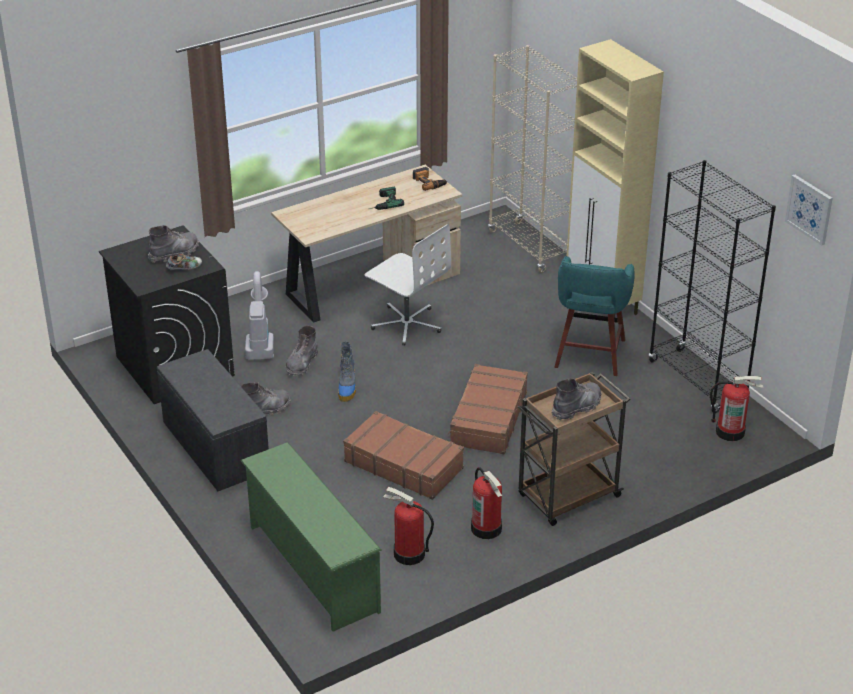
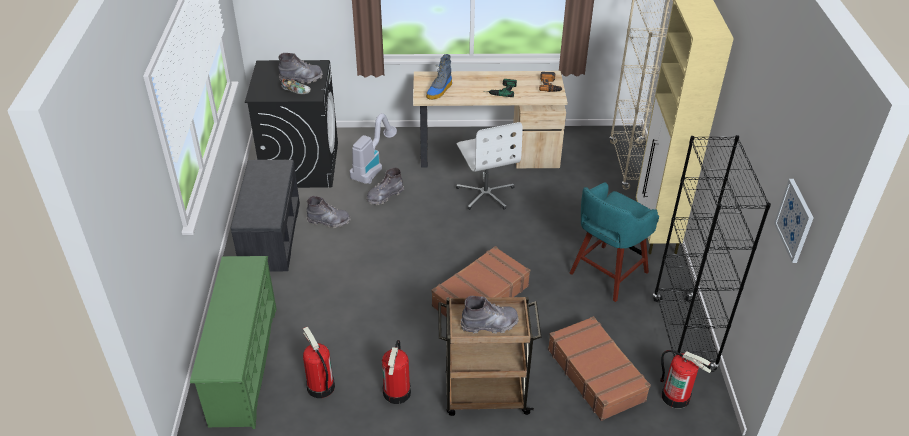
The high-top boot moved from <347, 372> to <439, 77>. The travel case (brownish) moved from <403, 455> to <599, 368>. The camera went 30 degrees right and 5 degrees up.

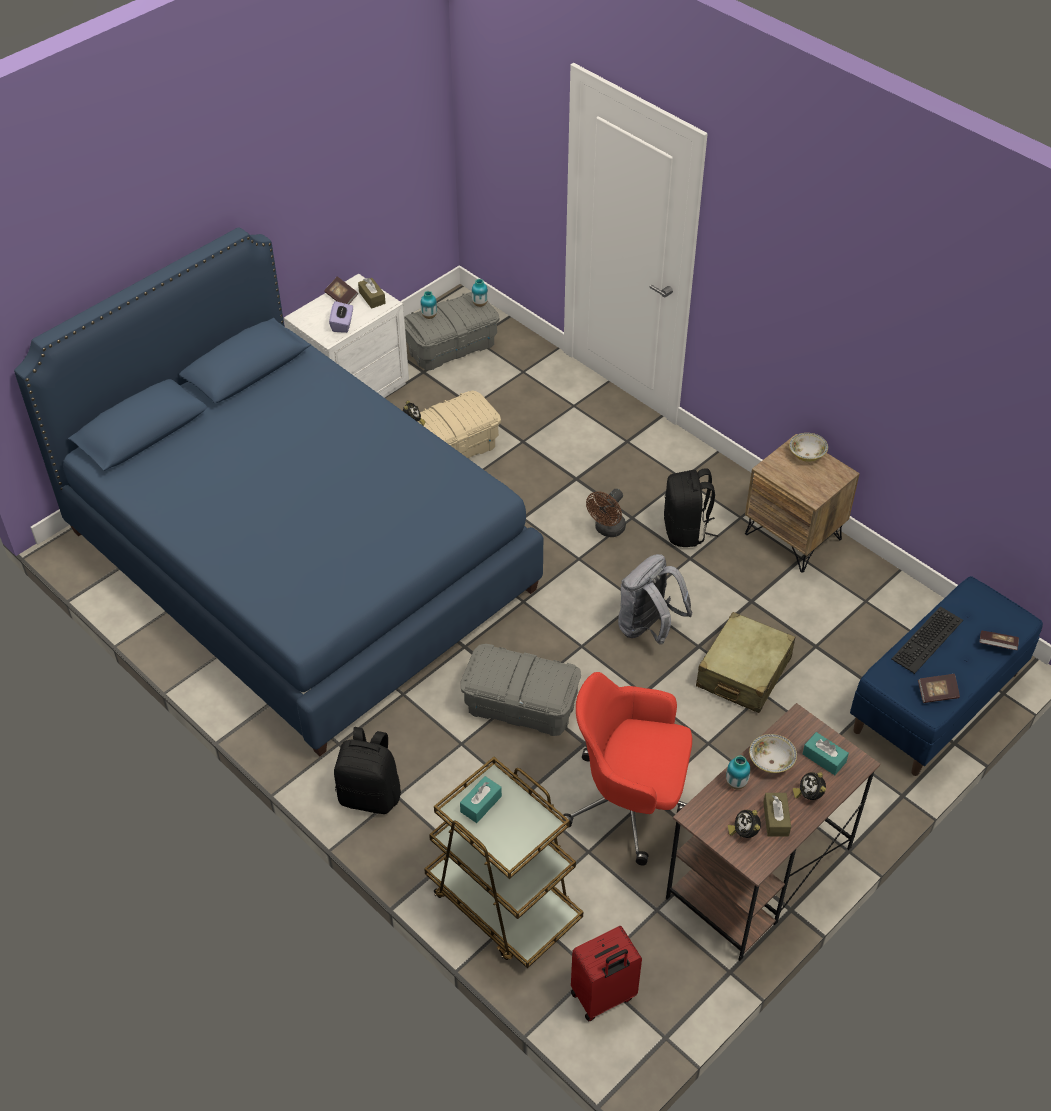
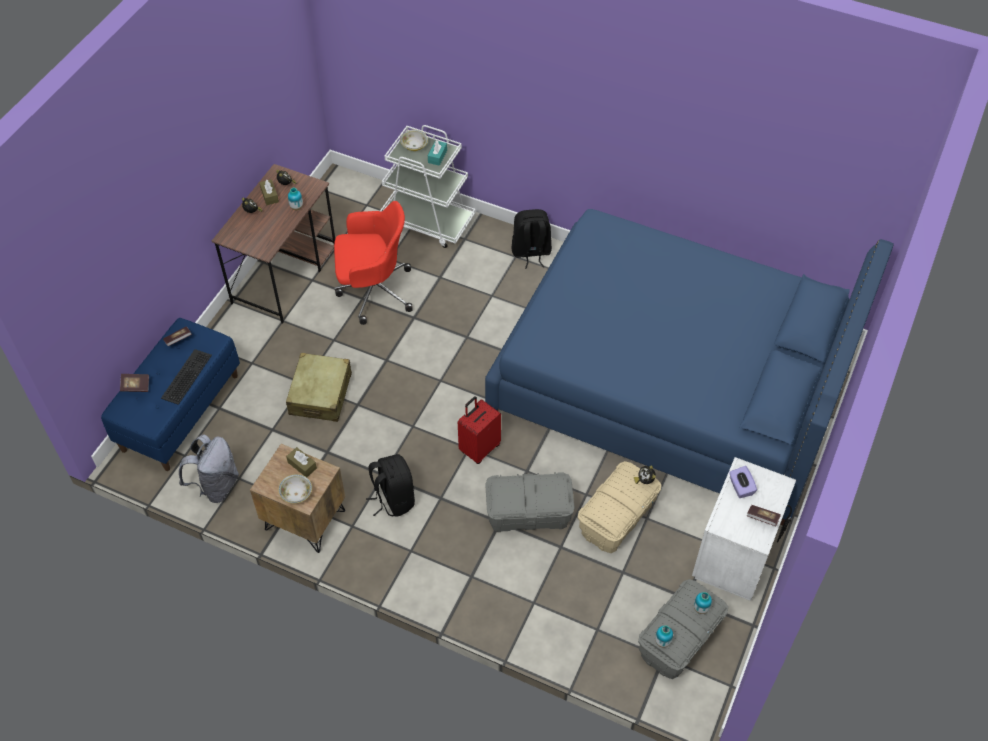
The box of tissues (brownish) moved from <372, 293> to <301, 462>. The fan (brownish) at <606, 513> disappeared. The backpack (grey) moved from <655, 599> to <209, 468>. The storage container (grey) moved from <521, 690> to <530, 502>. The box of tissues (blue-green) at <825, 753> disappeared. The bowl moved from <773, 753> to <414, 140>. The trolley (brownish) at <503, 863> became the trolley (white) at <428, 186>. The travel case (red-coloured) moved from <606, 973> to <479, 430>. The camera went 160 degrees right and 5 degrees up.

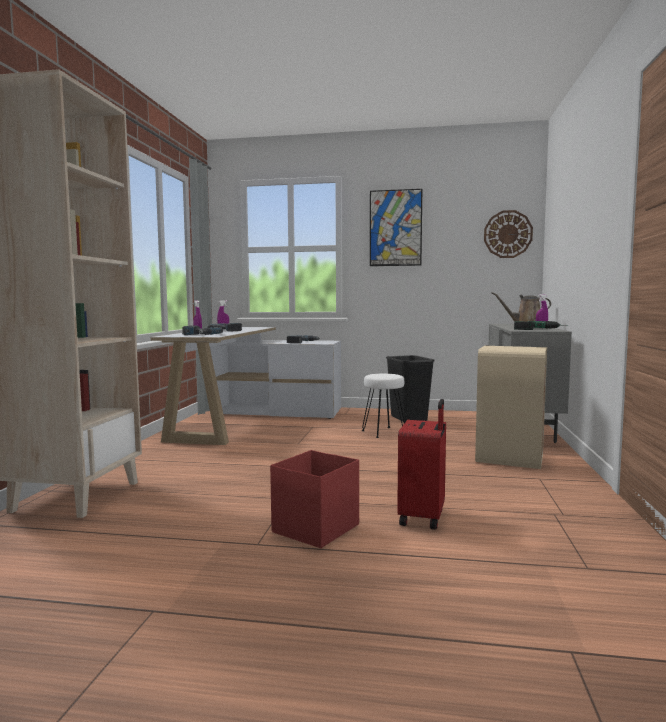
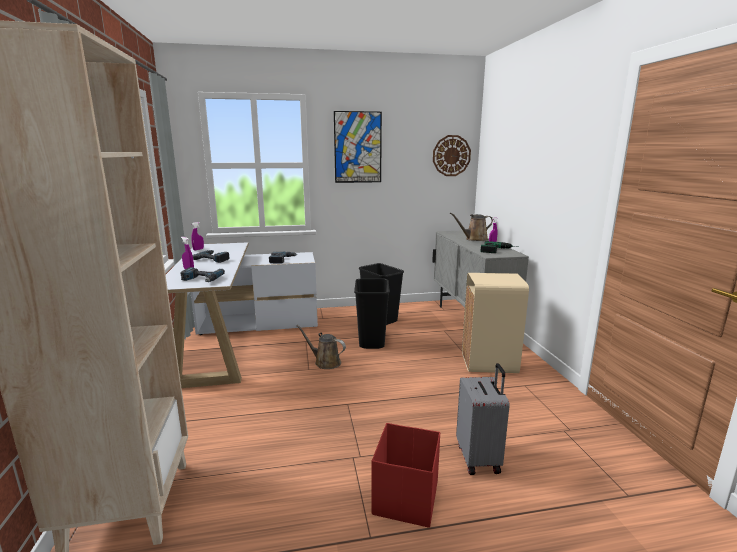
The sitting stool (white) at <383, 406> was replaced by the waste bin (black-coloured) at <372, 313>. The travel case (red-coloured) at <421, 464> became the travel case (grey) at <483, 419>. The watering can (brownish) at <321, 347> appeared. The camera went 20 degrees left and 10 degrees up.

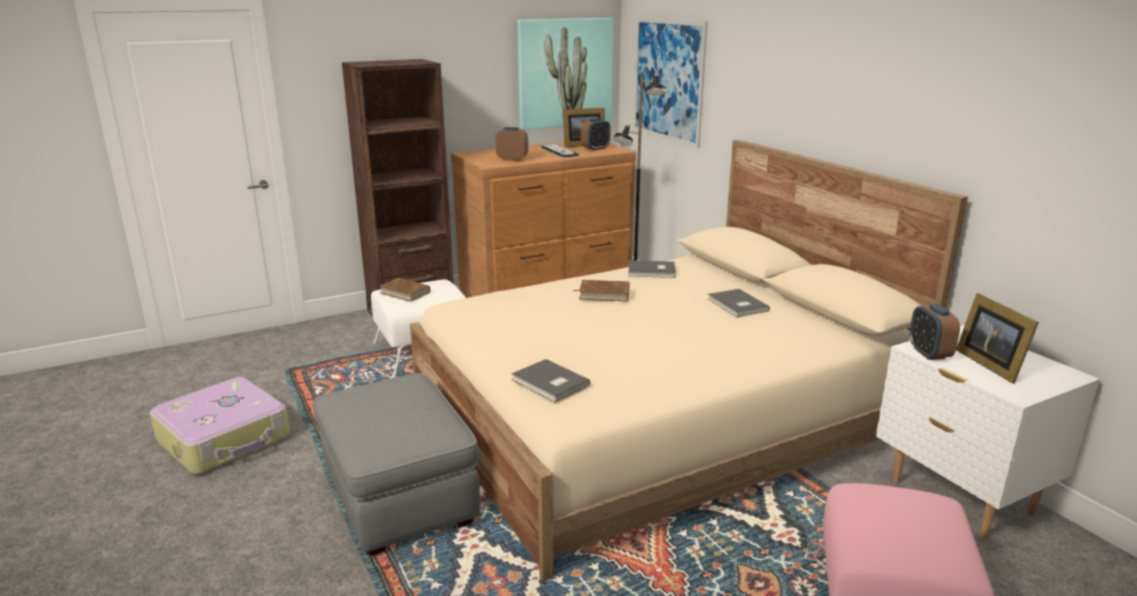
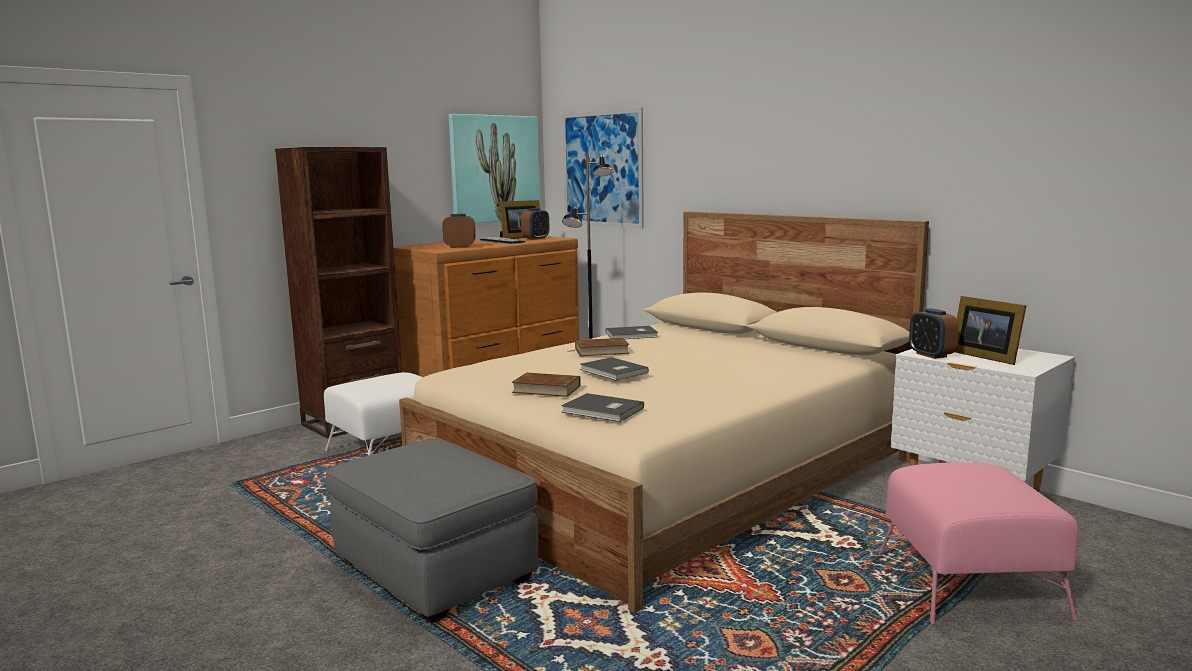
The book (brownish) moved from <405, 290> to <546, 384>. The book (grey) moved from <739, 303> to <614, 369>. The travel case at <220, 425> disappeared. The camera went 15 degrees left and 10 degrees down.

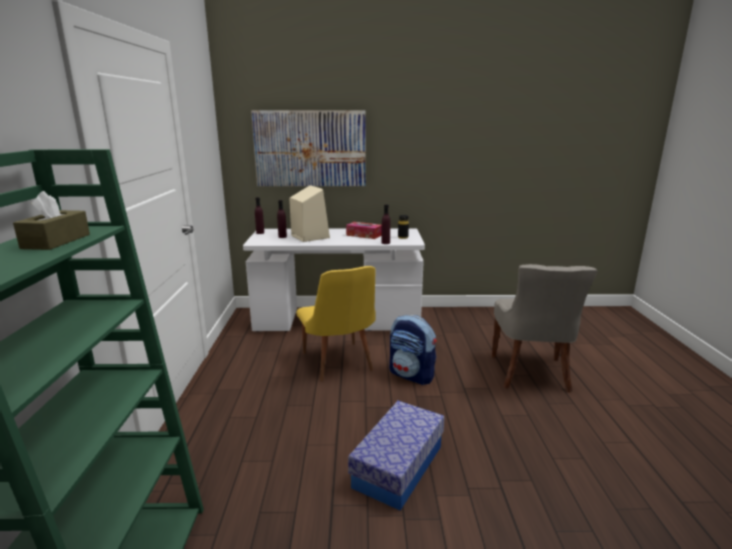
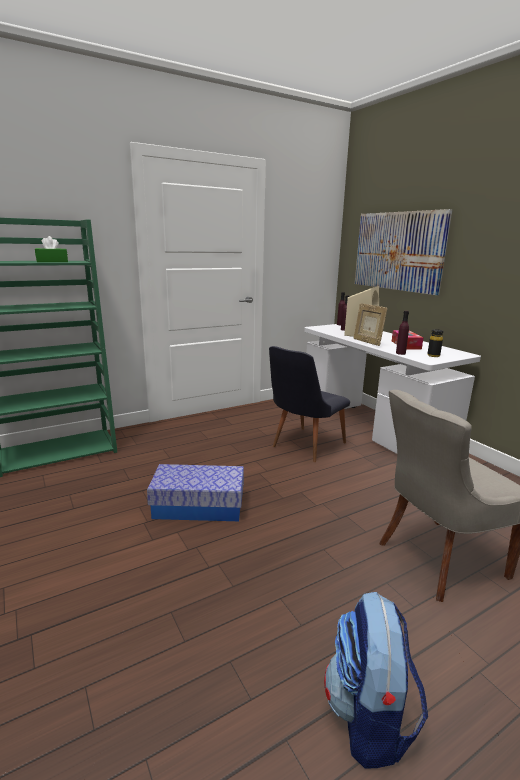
The box of tissues (brownish) at <51, 220> became the box of tissues (green-coloured) at <51, 249>. The upright chair (yellow-coloured) at <336, 323> became the upright chair (black-coloured) at <309, 404>. The backpack moved from <413, 350> to <376, 680>. The photo frame at <370, 324> appeared. The camera went 60 degrees right and 0 degrees up.

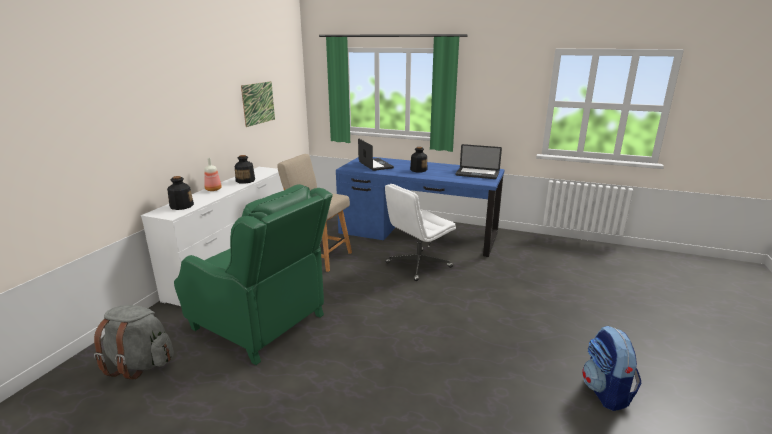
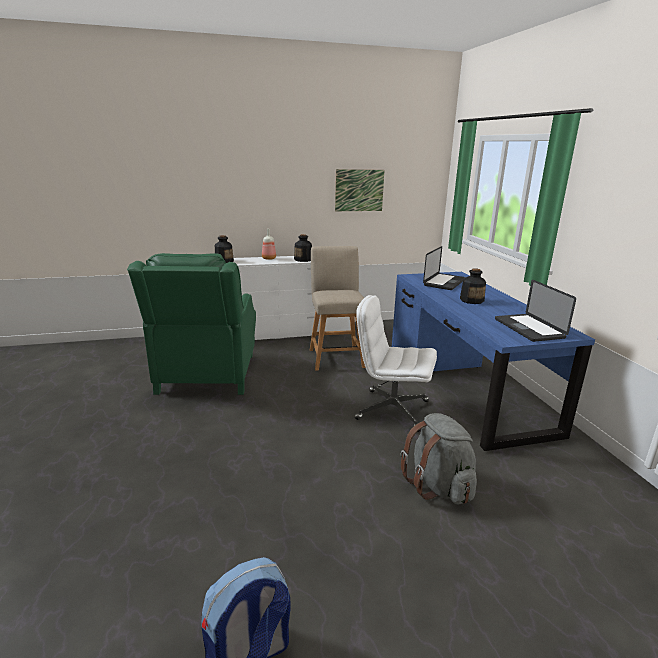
The backpack (grey) moved from <134, 342> to <439, 459>. The camera went 55 degrees right and 0 degrees up.

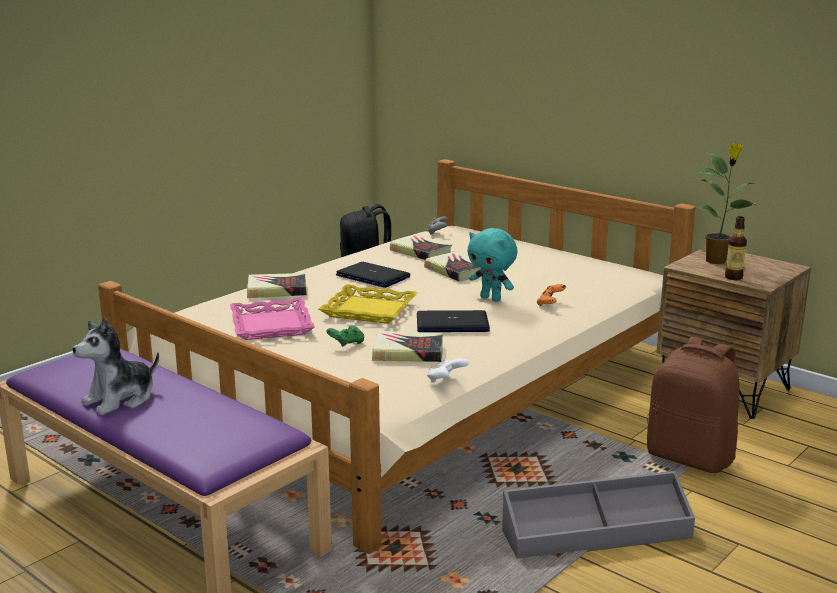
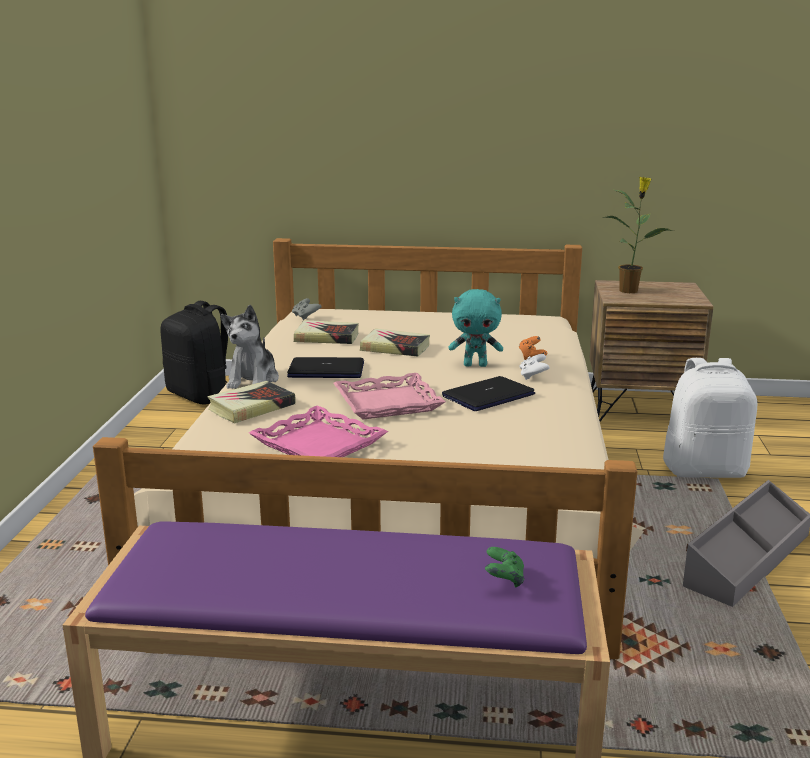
The drink bottle at <736, 248> disappeared. The serving tray (yellow-coloured) at <368, 304> became the serving tray (pinkish) at <389, 396>. The cuddly toy moved from <115, 366> to <250, 347>. The joypad (green-coloured) moved from <345, 336> to <504, 567>. The book at <407, 346> disappeared. The backpack (brownish) at <693, 405> became the backpack (white) at <710, 418>. The joypad (white) moved from <448, 370> to <534, 367>. The camera went 35 degrees left and 0 degrees up.

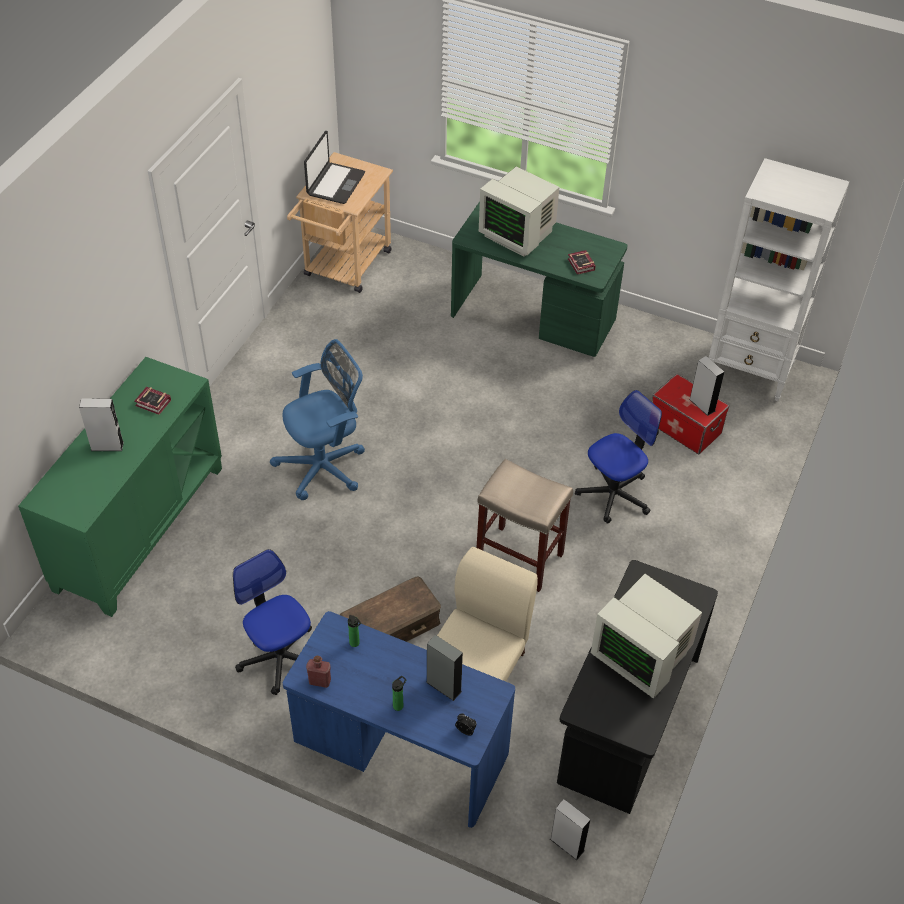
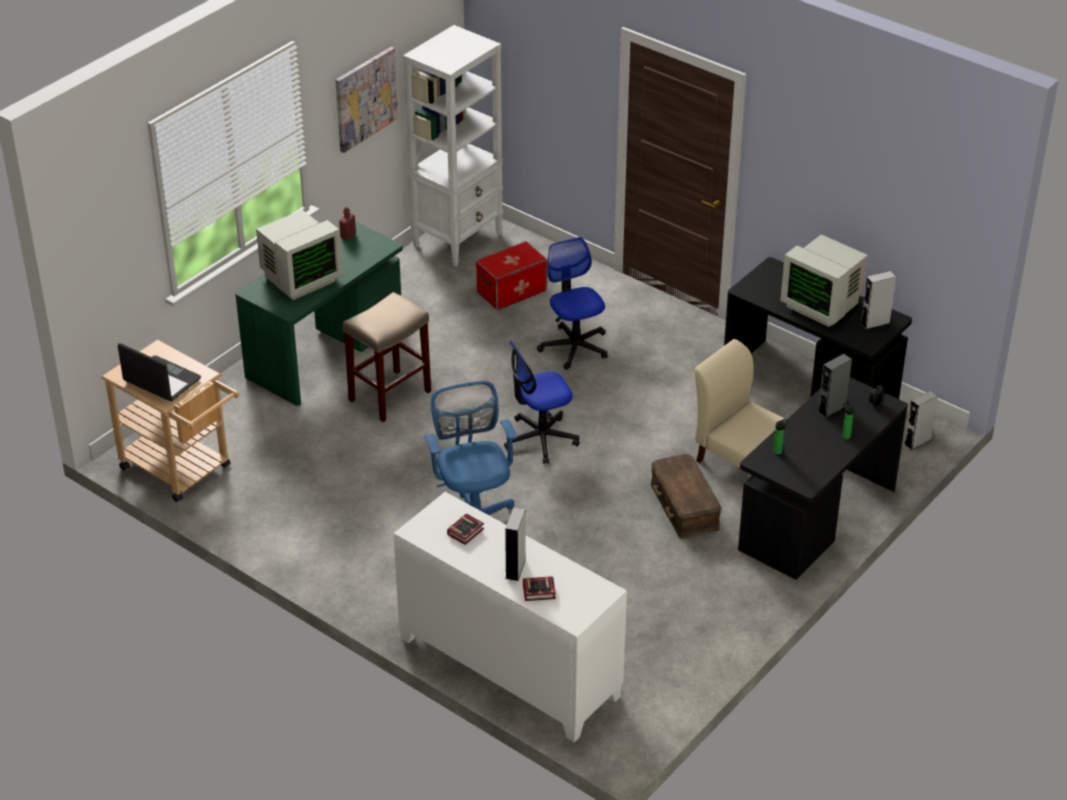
The book moved from <582, 262> to <539, 588>. The speaker (grey) moved from <707, 386> to <878, 300>. The cabinet (green-coloured) at <120, 487> became the cabinet (white) at <510, 617>. The sitting stool (sand-coloured) moved from <524, 525> to <386, 357>. The desk chair moved from <272, 622> to <542, 402>. The computer display at <646, 636> turned 75 degrees clockwise. The desk table (bluish) at <399, 719> became the desk table (black-coloured) at <823, 478>. The drink bottle (red-coloured) moved from <318, 672> to <347, 223>. The wall art at <367, 100> appeared. The camera went 75 degrees left and 10 degrees down.

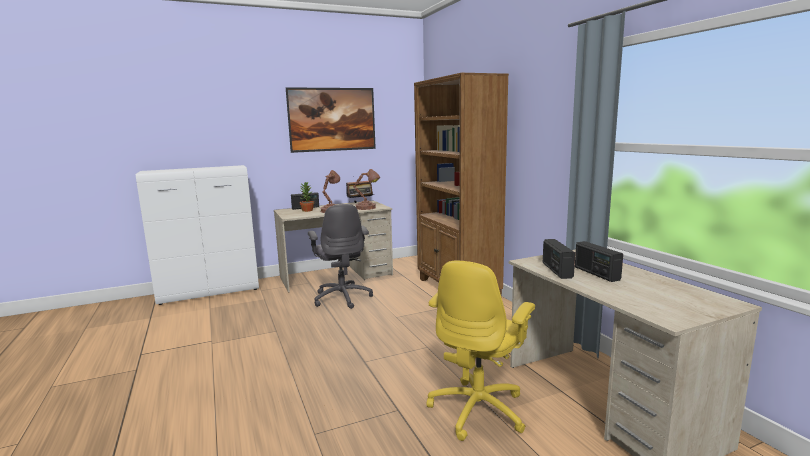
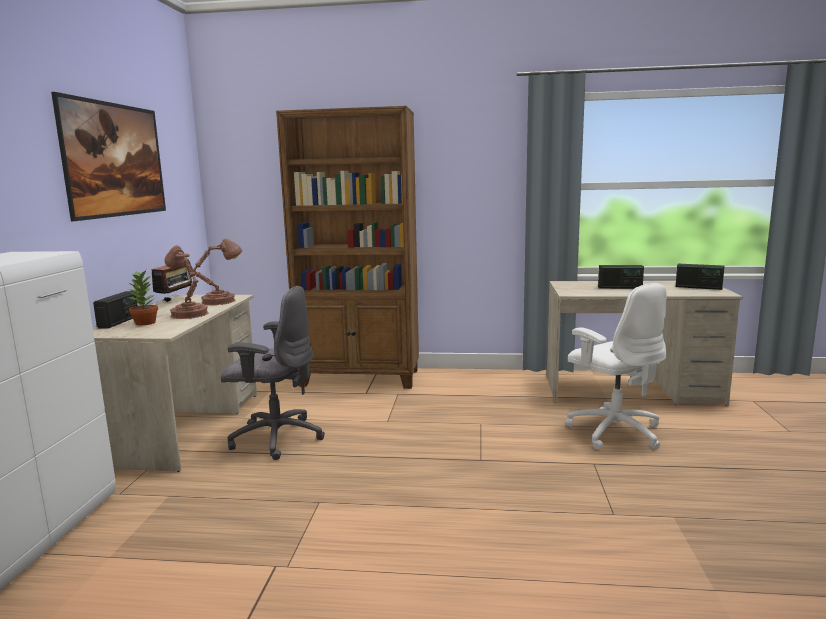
The radio receiver moved from <559, 259> to <700, 277>. The desk chair (yellow-coloured) at <481, 351> became the desk chair (white) at <616, 366>. The camera went 60 degrees left and 0 degrees up.

